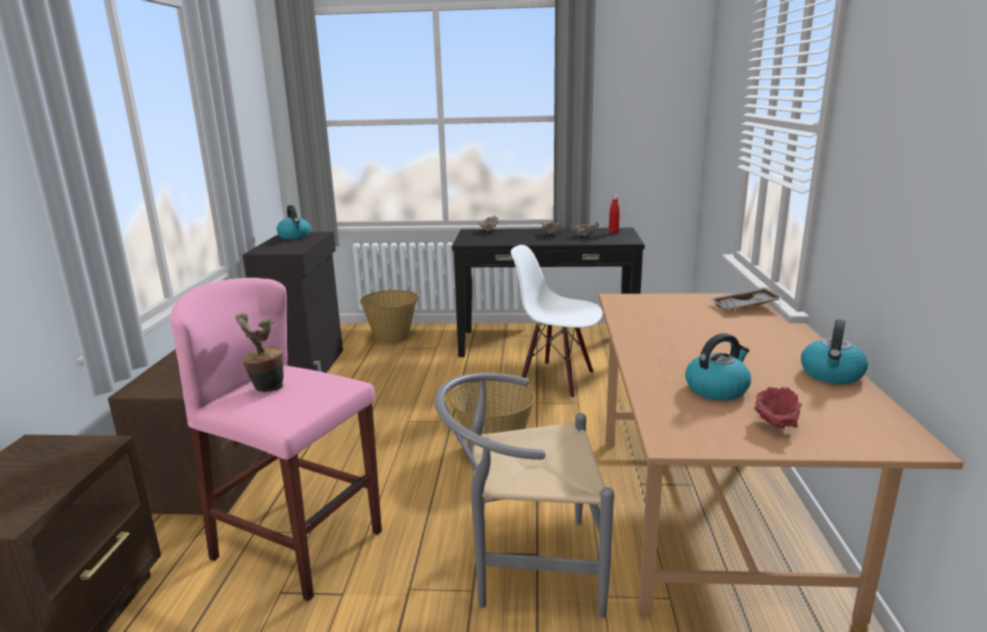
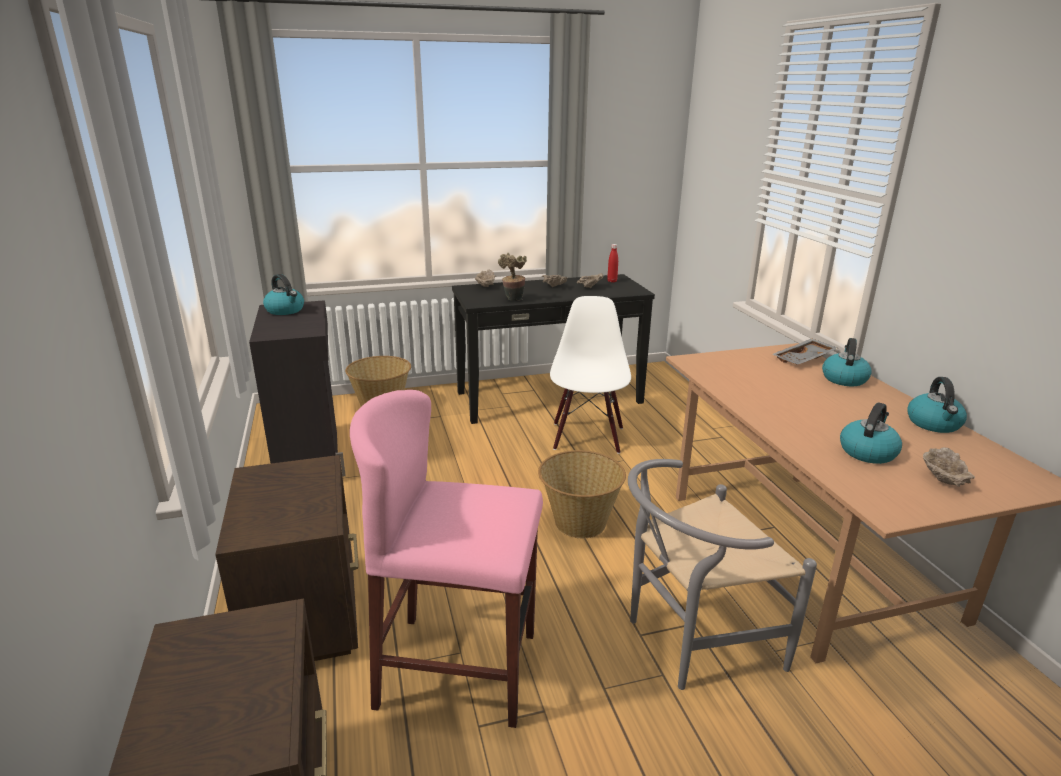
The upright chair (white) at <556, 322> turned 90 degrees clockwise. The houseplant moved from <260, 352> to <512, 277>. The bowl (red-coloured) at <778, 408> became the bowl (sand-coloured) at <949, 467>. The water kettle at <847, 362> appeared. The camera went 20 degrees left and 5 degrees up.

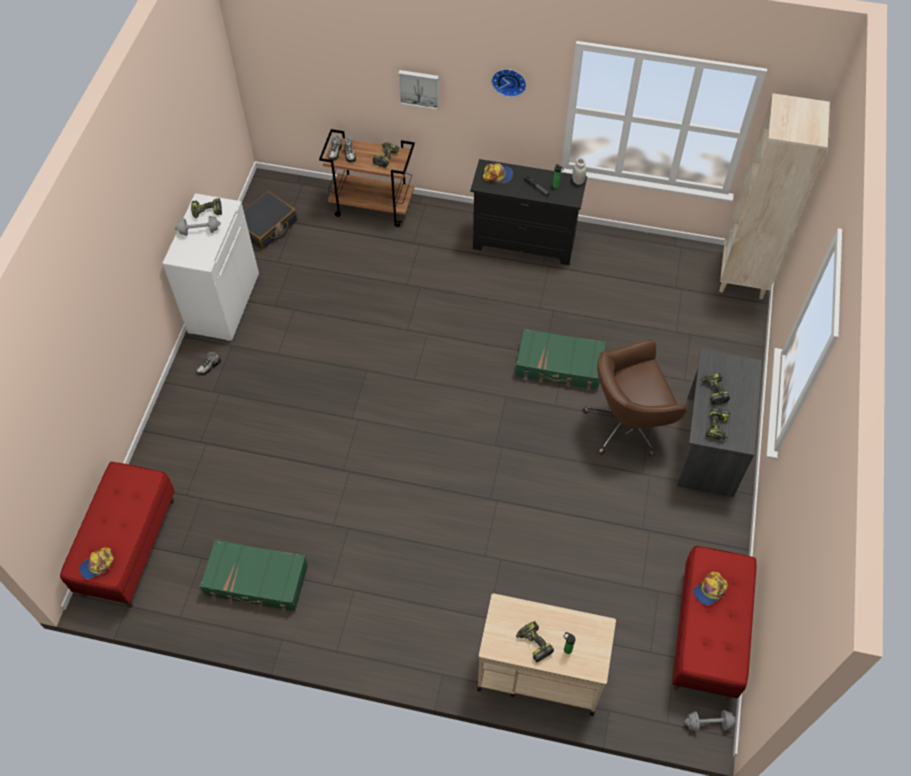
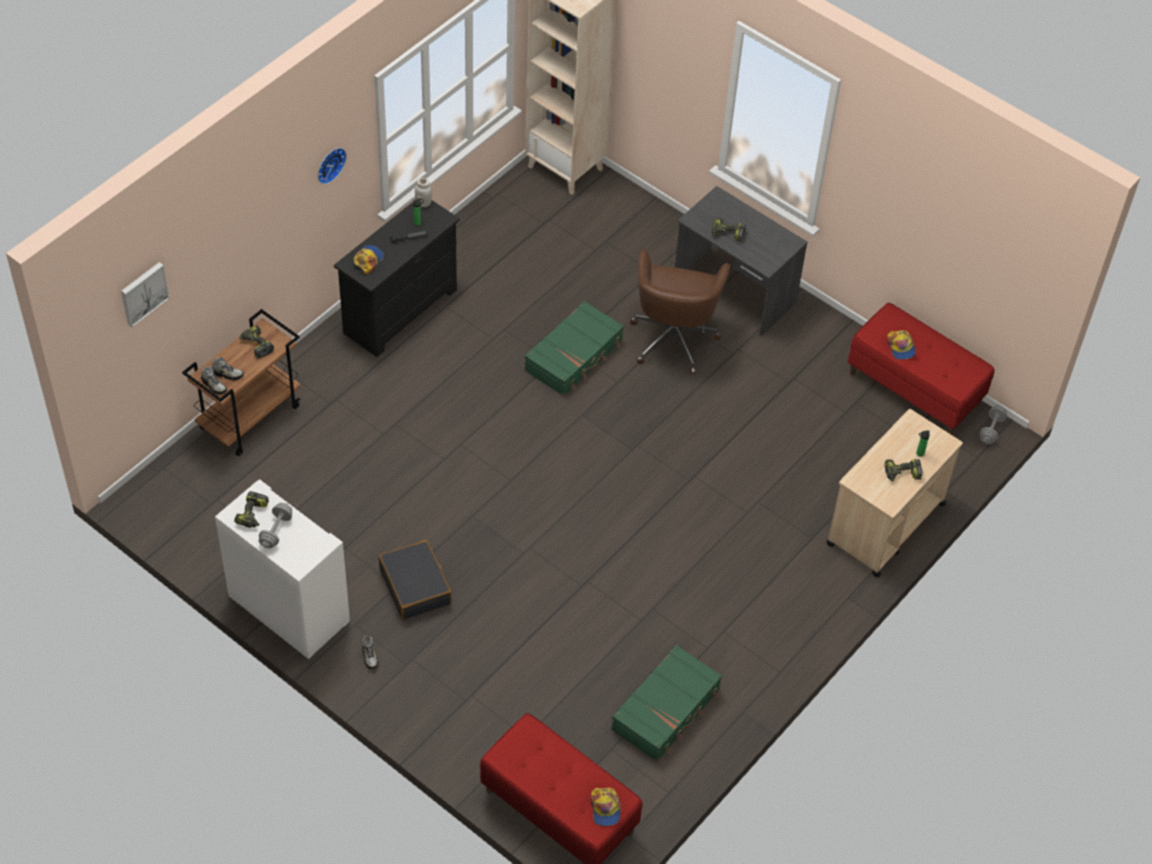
The wall art moved from <418, 90> to <145, 294>. The travel case (black-coloured) moved from <271, 220> to <415, 580>. The power drill at <718, 423> disappeared. The camera went 65 degrees left and 5 degrees down.

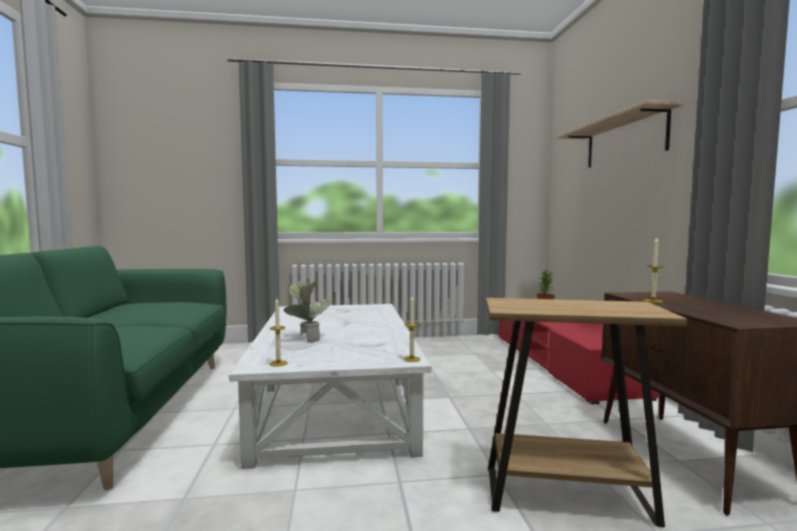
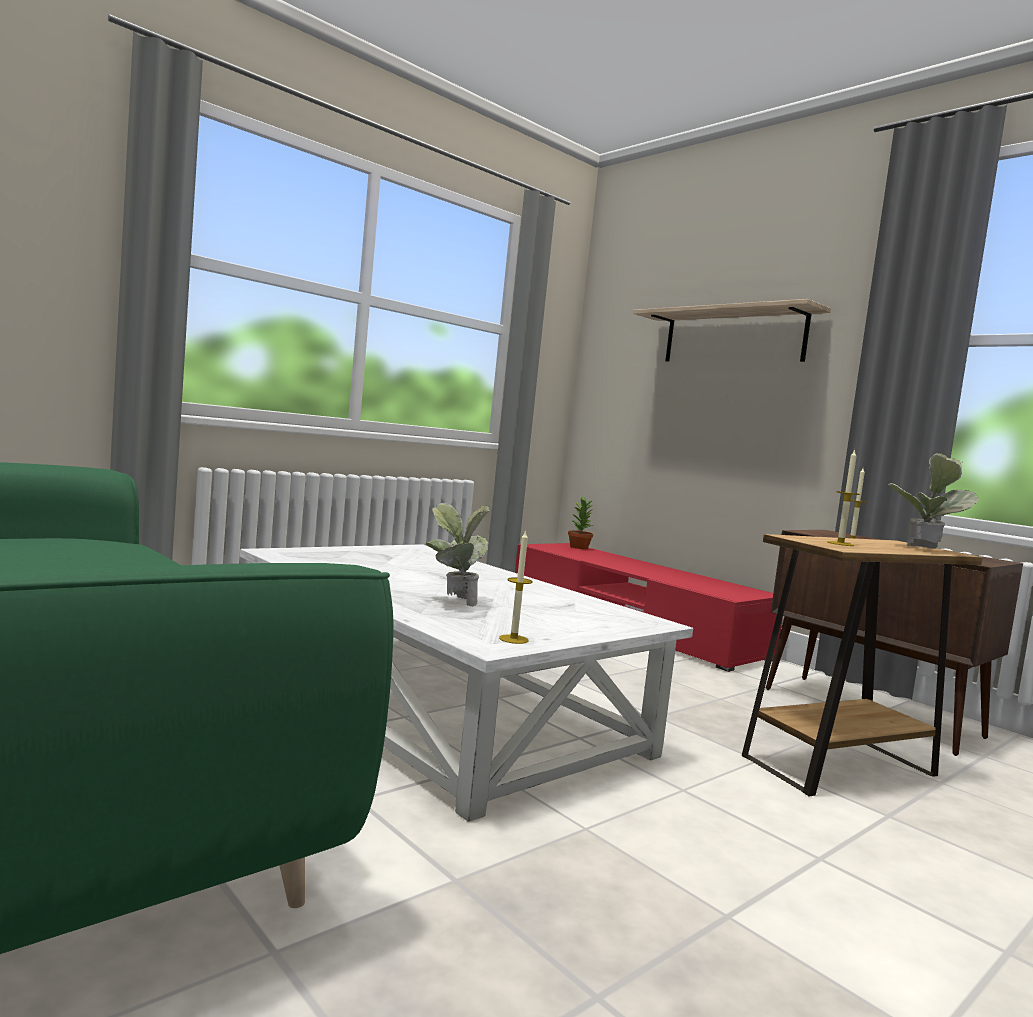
The wax candle moved from <412, 329> to <843, 497>. The houseplant at <933, 501> appeared. The camera went 35 degrees left and 0 degrees up.

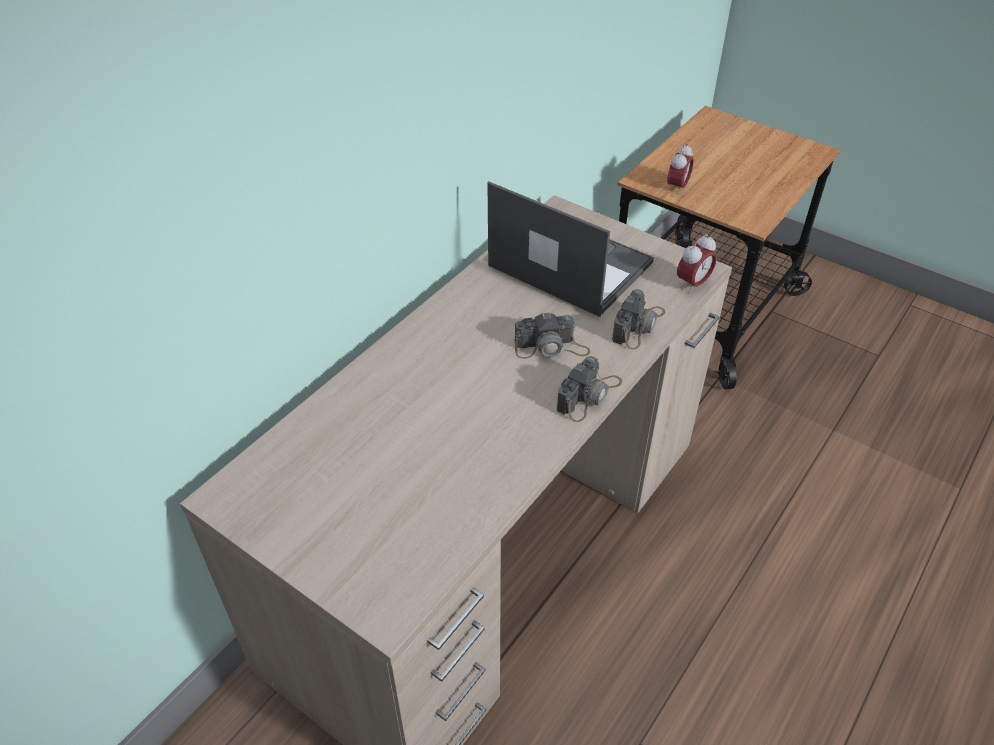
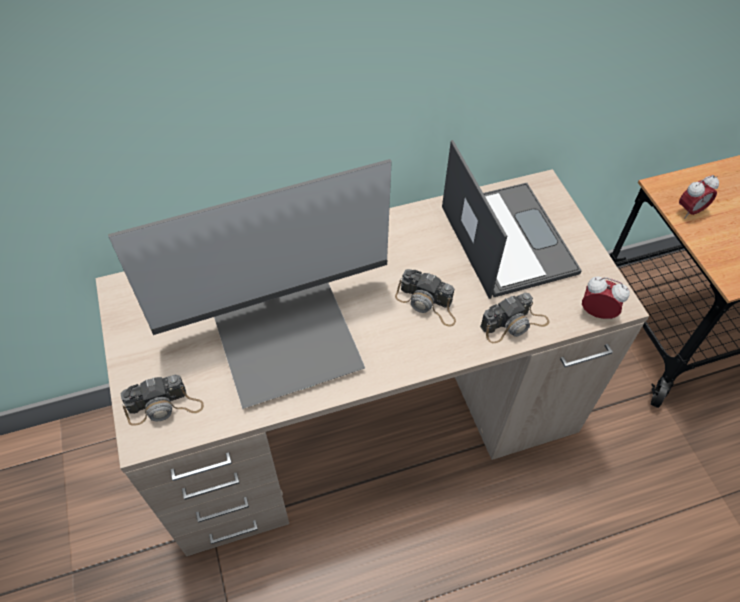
The table clock at <697, 263> turned 150 degrees counterclockwise. The still camera moved from <589, 389> to <162, 400>. The computer display at <250, 284> appeared. The camera went 35 degrees right and 10 degrees up.

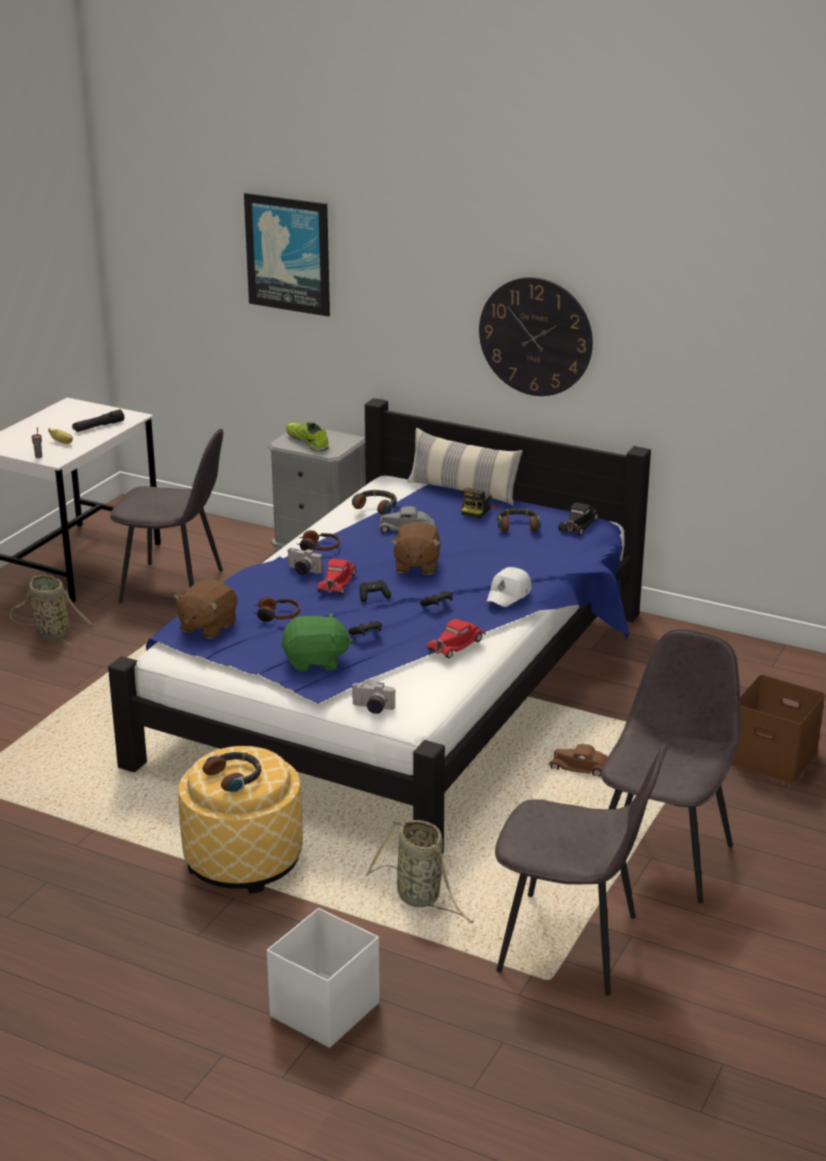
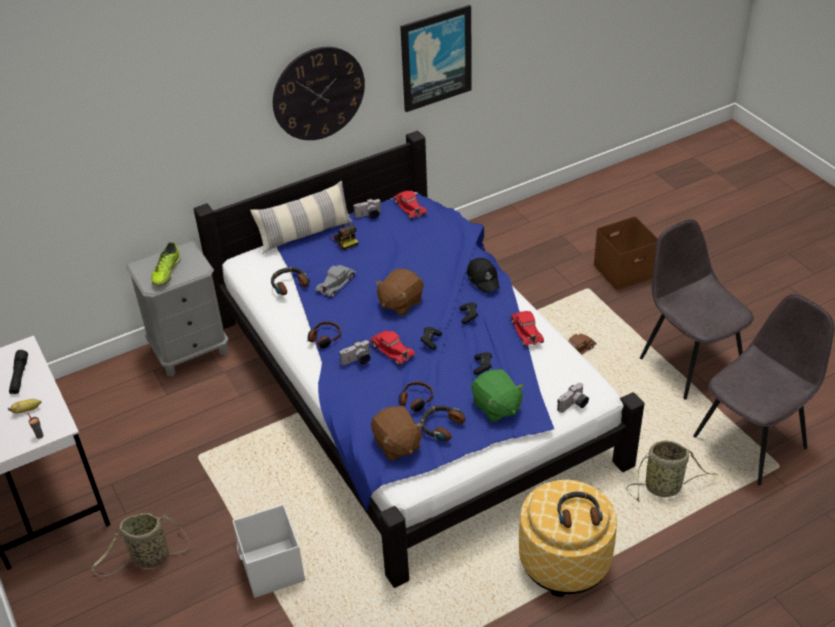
The wall art moved from <287, 254> to <436, 58>. The item of footwear at <307, 437> turned 75 degrees counterclockwise. The upright chair (grey) at <166, 516> disappeared. The model car (black-coloured) at <579, 519> became the model car (red-coloured) at <410, 205>. The pair of headphones moved from <519, 519> to <443, 423>. The cuddly toy (brownish) at <416, 548> turned 90 degrees clockwise. The peaked cap (white) at <509, 587> became the peaked cap (black-coloured) at <483, 275>. The cuddly toy (green-coloured) at <317, 642> turned 120 degrees clockwise. The storage container (white) moved from <323, 978> to <269, 551>. The still camera at <367, 208> appeared. The camera went 55 degrees left and 15 degrees up.

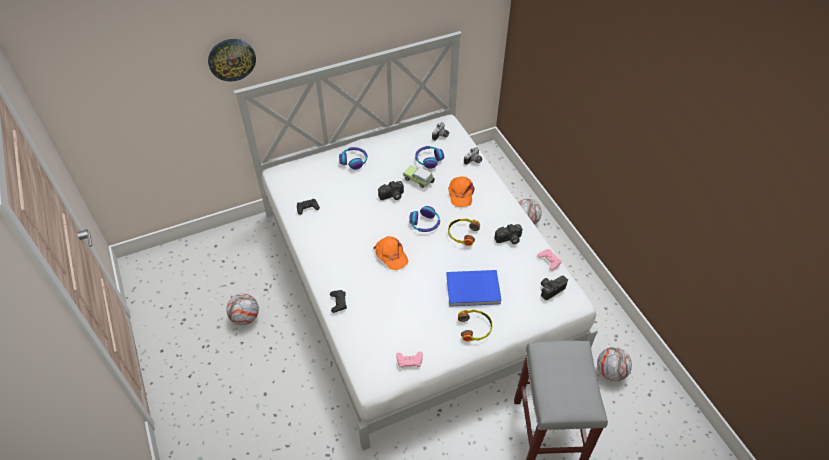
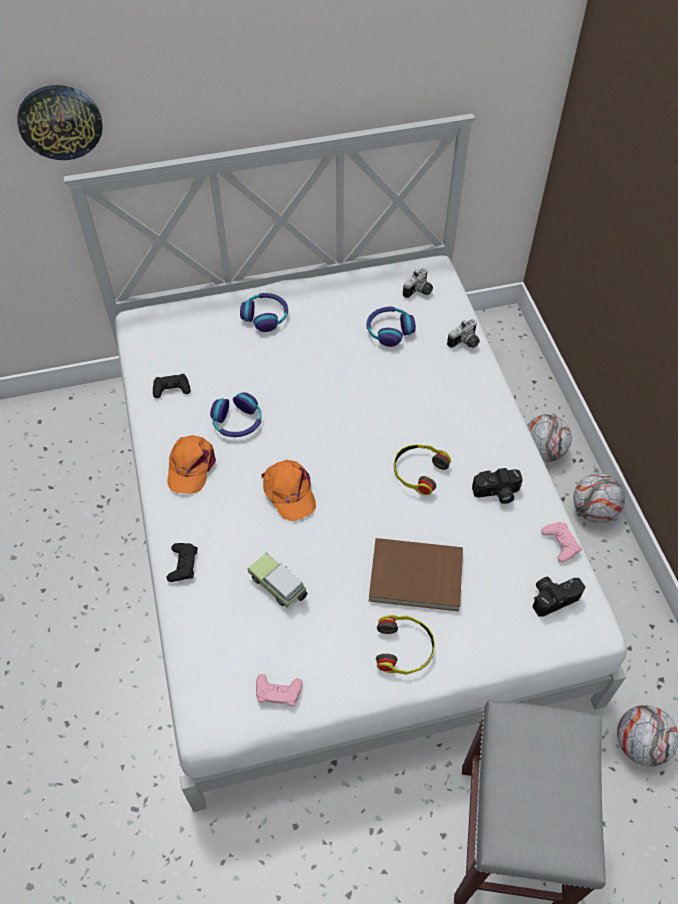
The model car moved from <419, 177> to <277, 581>. The peaked cap (orange) moved from <461, 191> to <192, 464>. The still camera at <391, 190> disappeared. The pair of headphones moved from <424, 219> to <236, 414>. The book (bluish) at <474, 288> became the book (brownish) at <416, 574>. The football moved from <242, 309> to <599, 498>. The camera went 10 degrees right and 5 degrees up.

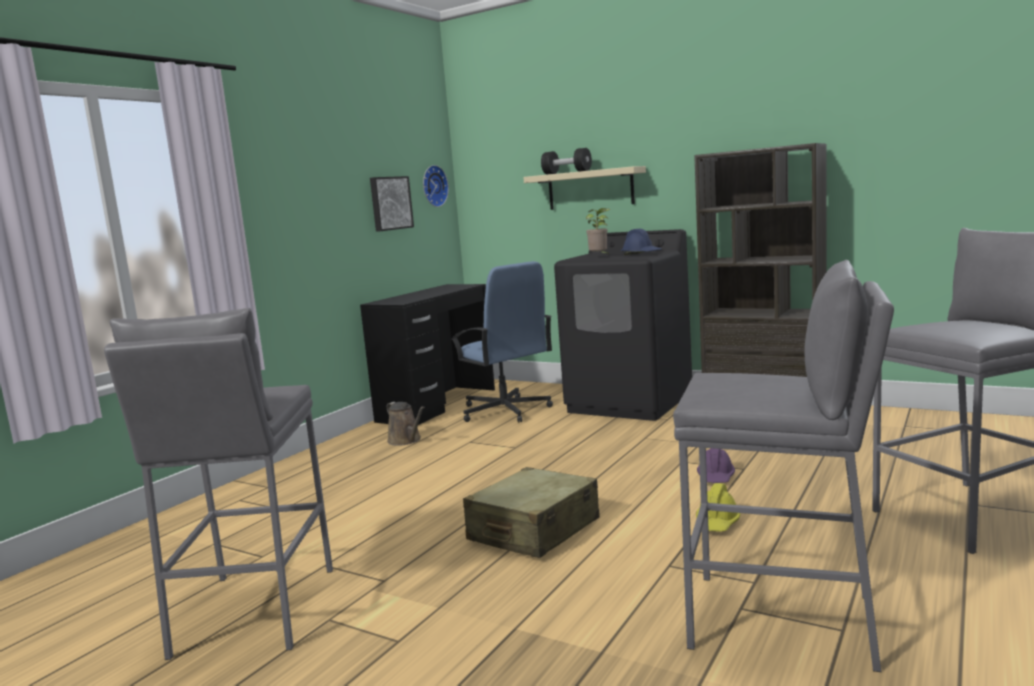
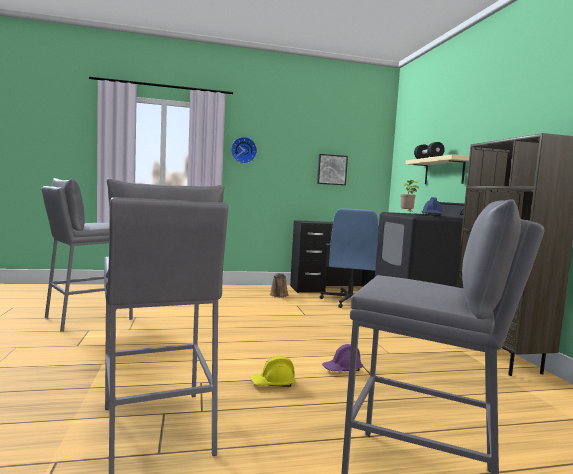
The wall clock moved from <436, 186> to <244, 150>. The travel case (sand-coloured) at <531, 512> disappeared. The camera went 45 degrees right and 5 degrees down.

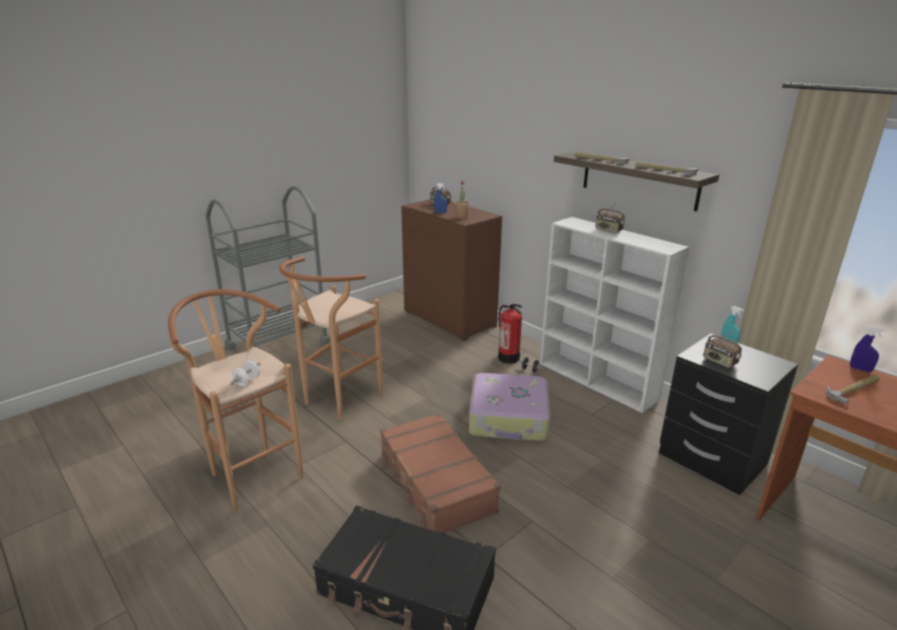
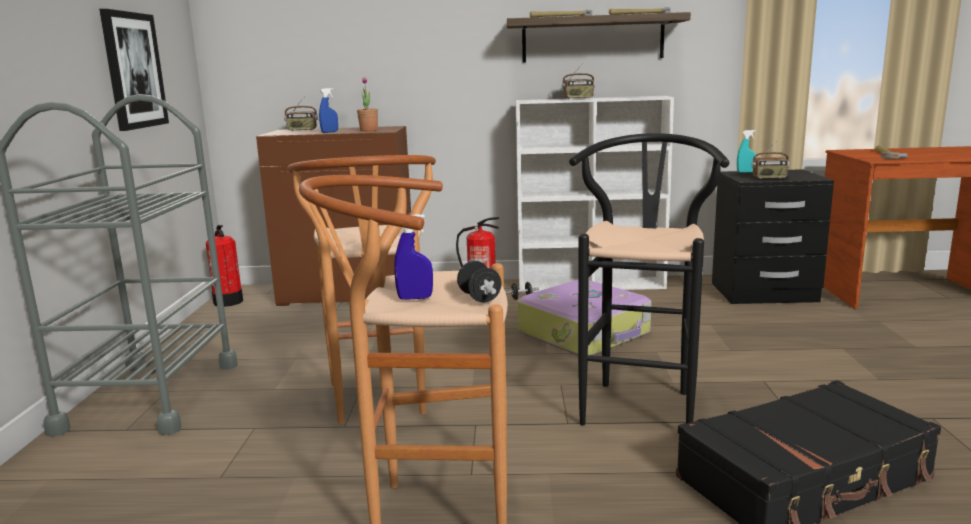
The spray bottle (bluish) moved from <868, 348> to <413, 257>. The dumbbell (white) at <245, 373> became the dumbbell (black-coloured) at <479, 281>. The travel case (brownish) at <440, 473> was replaced by the sitting stool (black-coloured) at <649, 279>. The wall art at <134, 70> appeared. The fire extinguisher at <224, 266> appeared. The camera went 45 degrees left and 10 degrees down.

